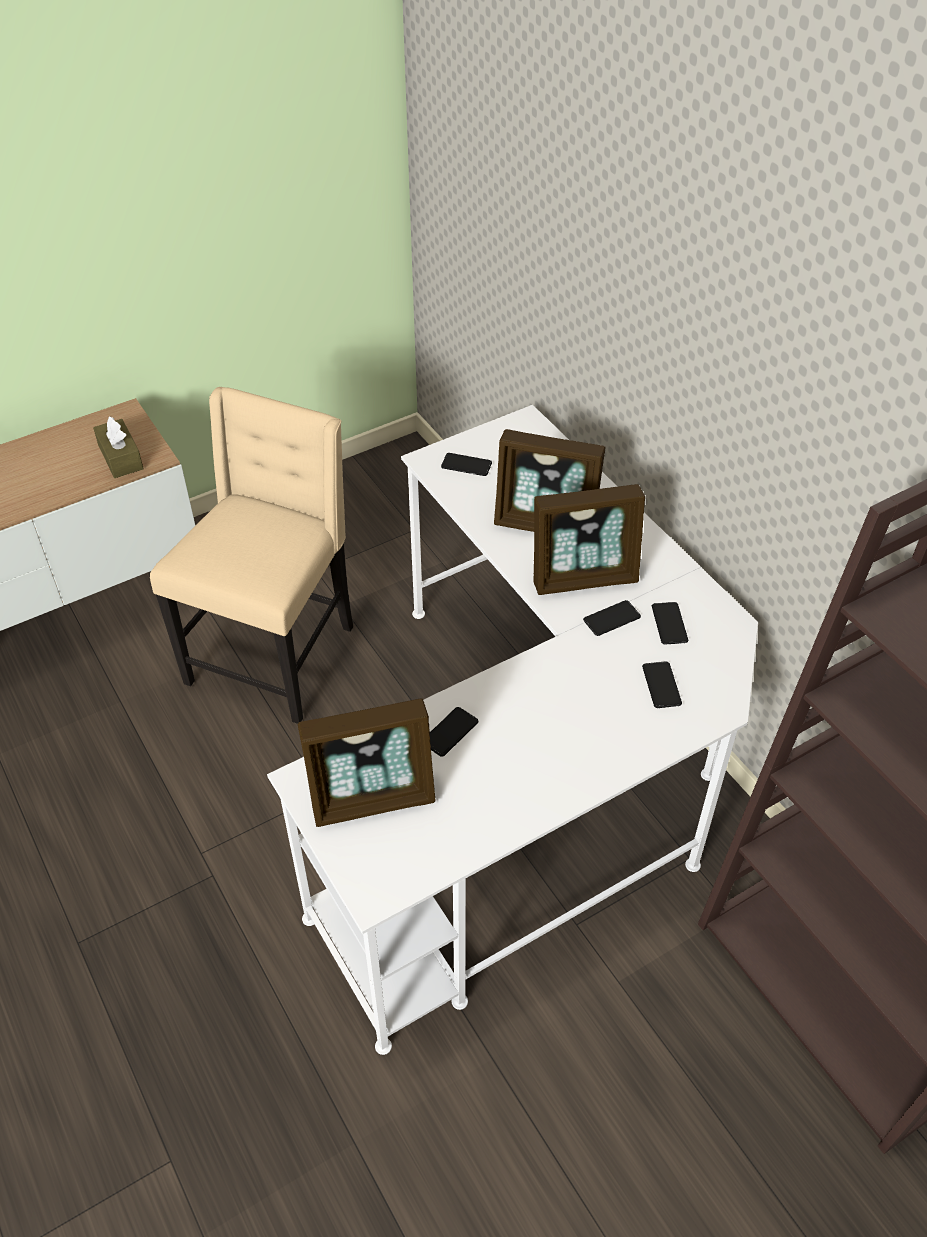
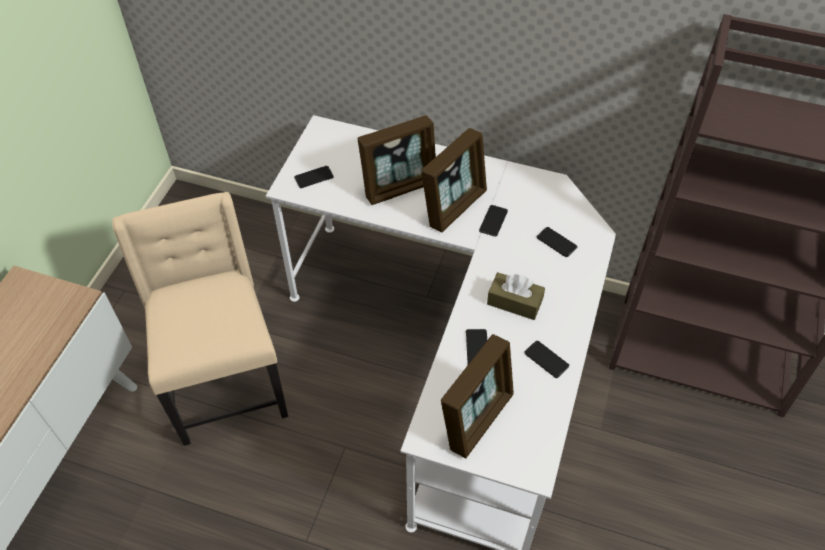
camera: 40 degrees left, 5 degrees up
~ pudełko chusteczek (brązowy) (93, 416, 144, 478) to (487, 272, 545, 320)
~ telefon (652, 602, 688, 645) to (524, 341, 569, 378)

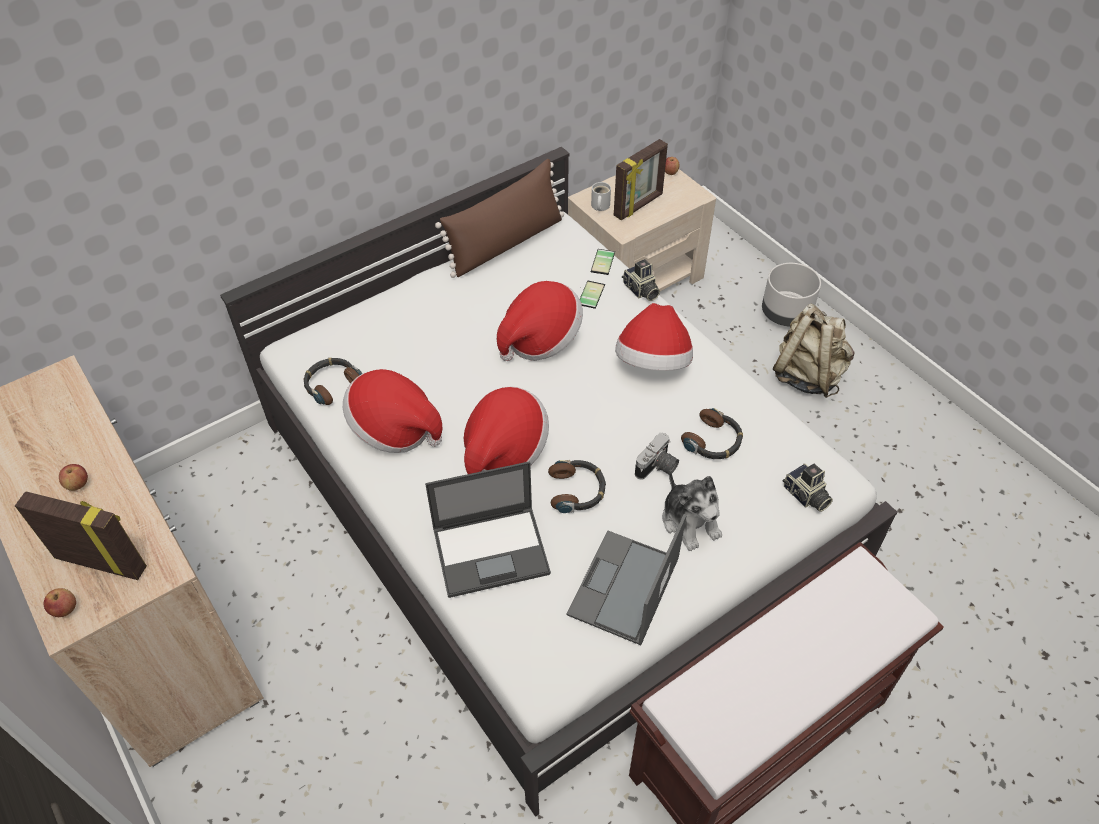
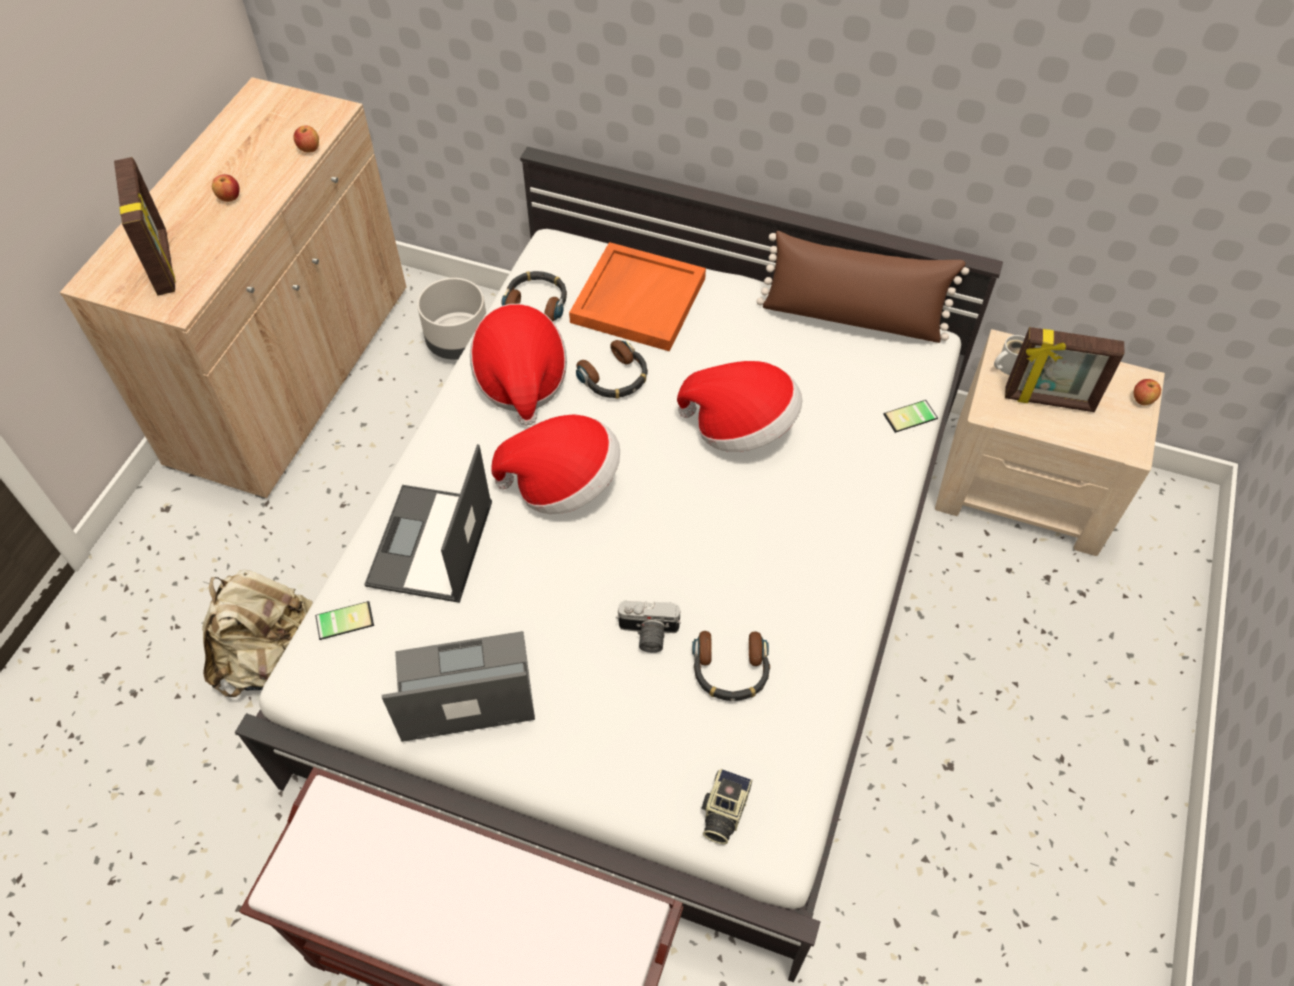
camera: 55 degrees right, 5 degrees up
~ plecak (beżowy) (773, 304, 855, 398) to (202, 570, 313, 697)
~ jabłko (44, 588, 76, 617) to (294, 125, 319, 153)
~ telefon (580, 281, 605, 309) to (315, 601, 374, 640)
~ laptop (425, 461, 551, 598) = (364, 444, 492, 603) 60 degrees clockwise
~ donica (szary) (762, 263, 821, 327) to (417, 278, 486, 360)
+ taca (pomarańczowy) (569, 242, 706, 351)
~ słuchawki (548, 460, 606, 513) to (576, 340, 648, 399)
- kapelusz (615, 303, 693, 371)
- aparat fotograficzny (622, 259, 660, 301)
- pluszak (662, 470, 722, 551)

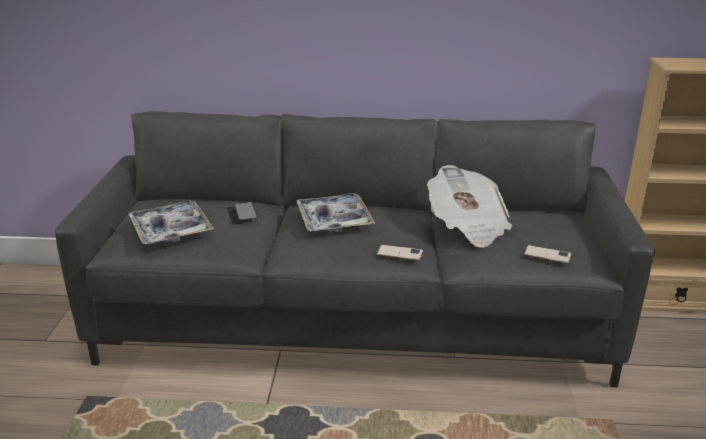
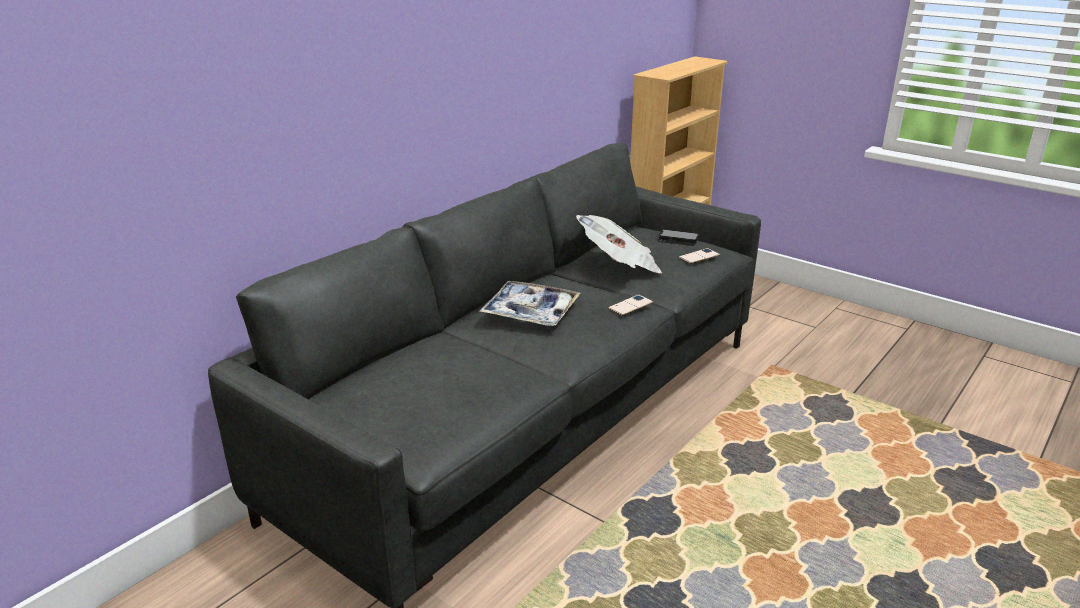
camera: 55 degrees left, 0 degrees up
~ telefon (227, 201, 258, 225) to (657, 229, 699, 246)
- taca (129, 200, 214, 245)

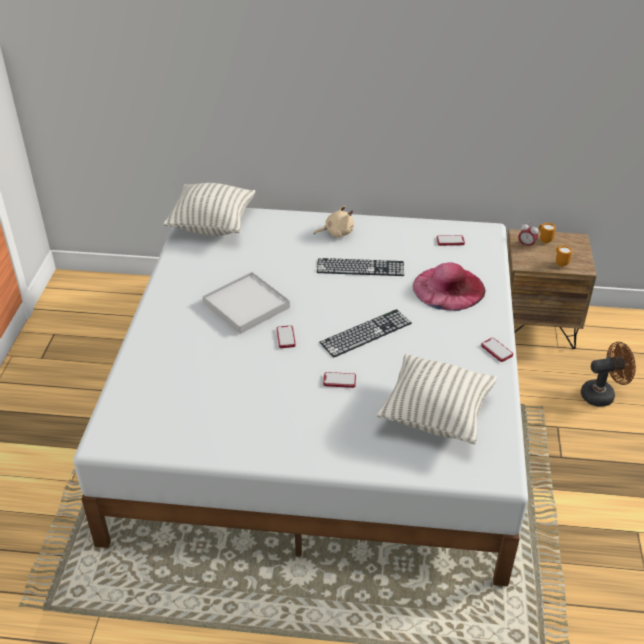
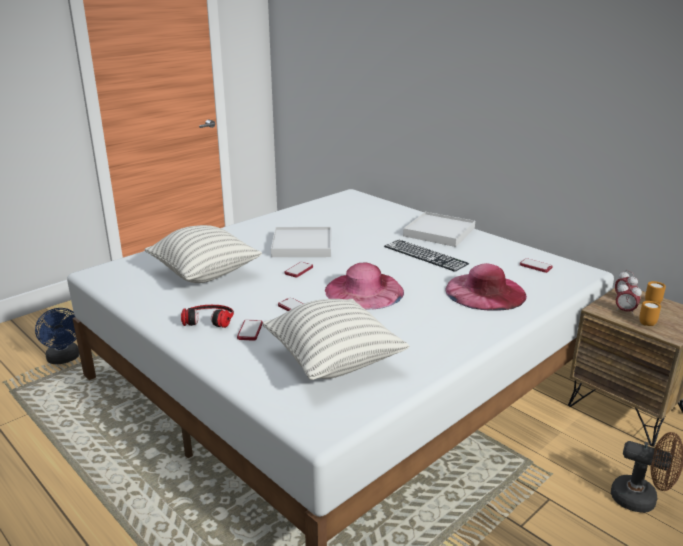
camera: 40 degrees right, 15 degrees down
+ wentylator (niebieski) (35, 308, 80, 364)
~ poduszka (164, 183, 255, 236) to (144, 225, 262, 283)
+ słuchawki (181, 305, 234, 328)
~ telefon (481, 338, 513, 362) to (237, 320, 263, 341)
~ klawiatura (319, 309, 412, 357) to kapelusz (różowy) (325, 263, 404, 310)
~ pluszak (beżowy) (314, 206, 354, 238) to taca (biały) (403, 212, 475, 247)
+ budzik (616, 282, 642, 315)

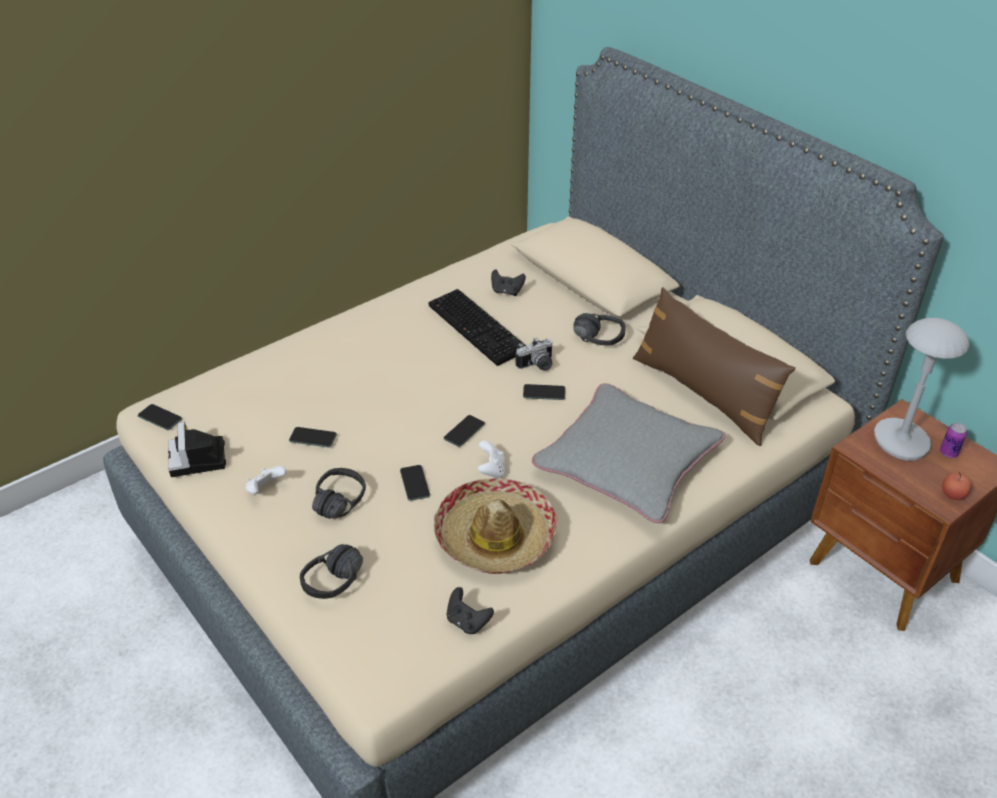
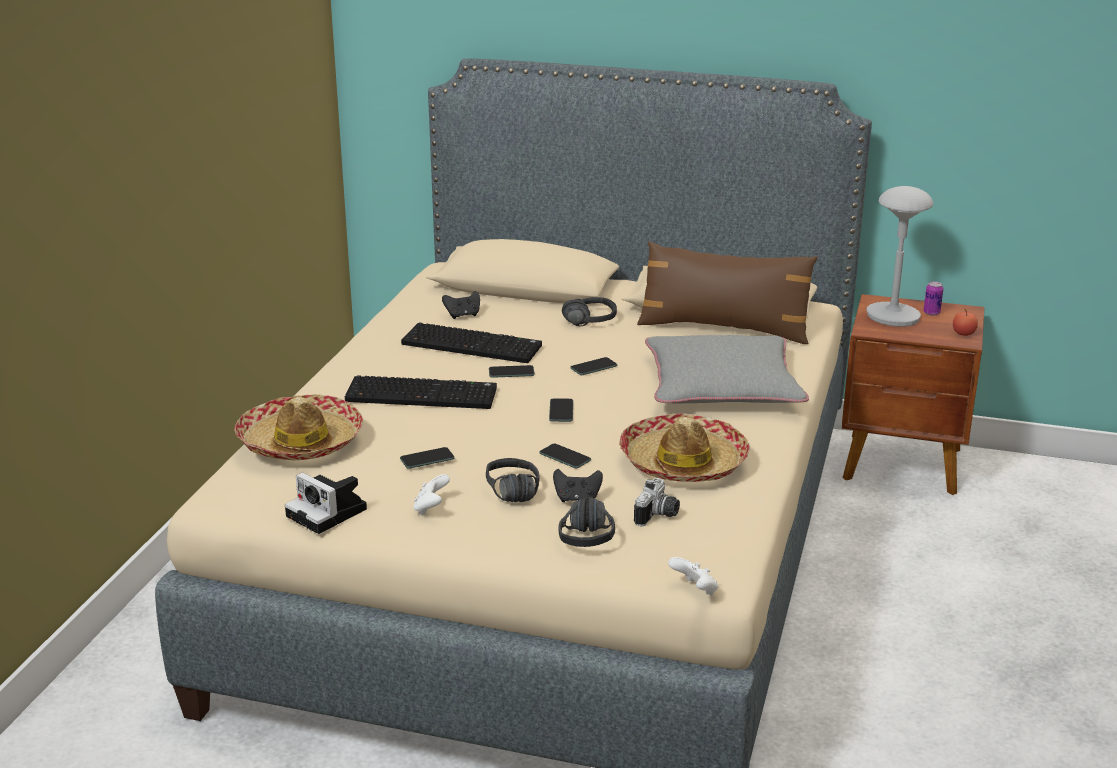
camera: 35 degrees left, 15 degrees down
+ kapelusz (234, 394, 363, 460)
+ klawiatura (345, 375, 497, 409)
~ telefon (138, 404, 182, 430) to (489, 365, 535, 378)
~ pad do gier (czarny) (447, 587, 494, 634) to (553, 469, 603, 502)
~ aparat fotograficzny (515, 338, 553, 371) to (634, 478, 680, 526)
~ pad do gier (biały) (478, 440, 505, 478) to (668, 557, 718, 595)

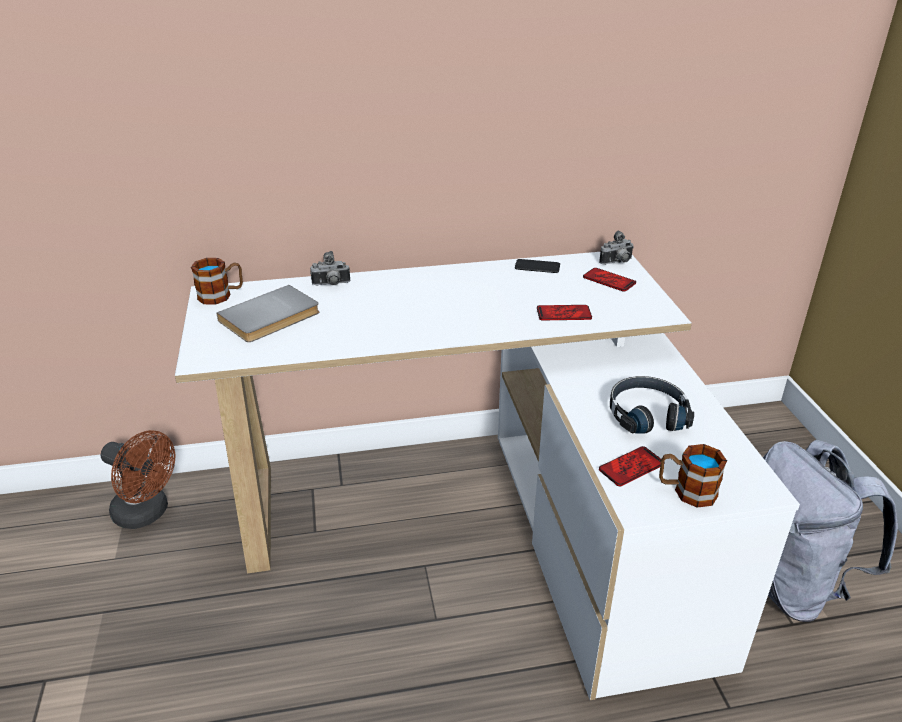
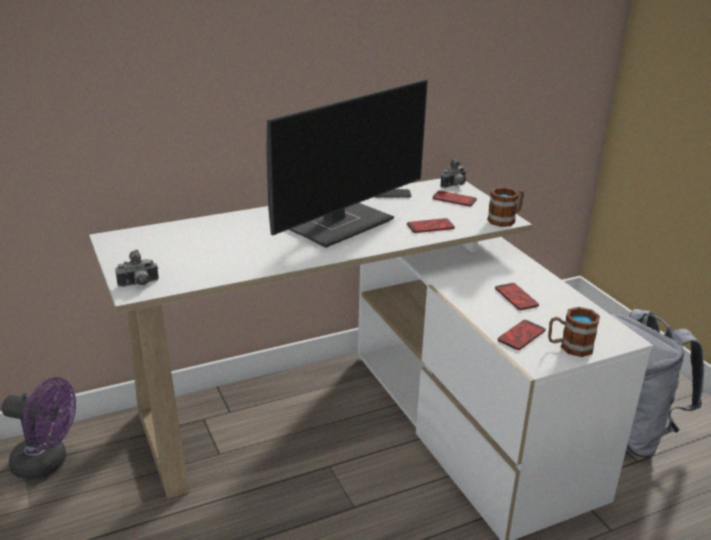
camera: 15 degrees left, 5 degrees down
~ wentylator (brązowy) (101, 430, 175, 529) to wentylator (fioletowy) (2, 377, 76, 479)
~ aparat fotograficzny (310, 251, 350, 285) to (116, 250, 159, 287)
+ monitor (266, 79, 428, 248)
~ kubek (191, 258, 243, 305) to (487, 187, 524, 227)
~ słuchawki (czarny) (610, 376, 694, 434) to telefon (495, 283, 539, 310)
- książka (szary) (217, 285, 320, 342)

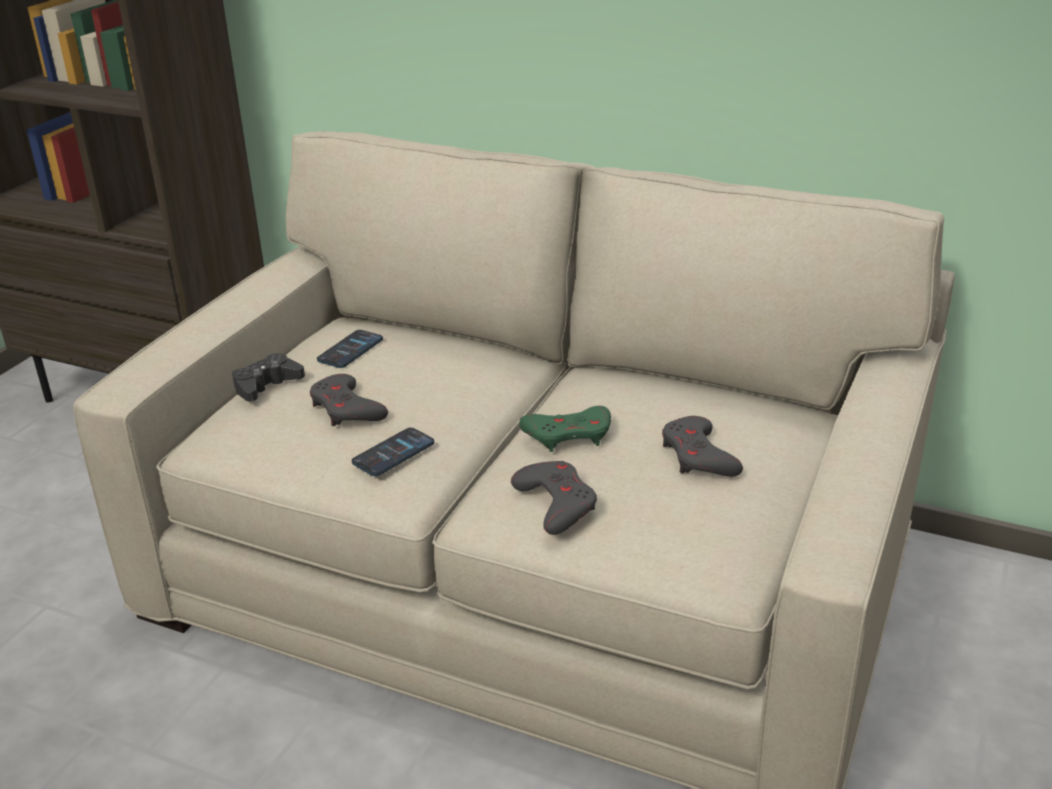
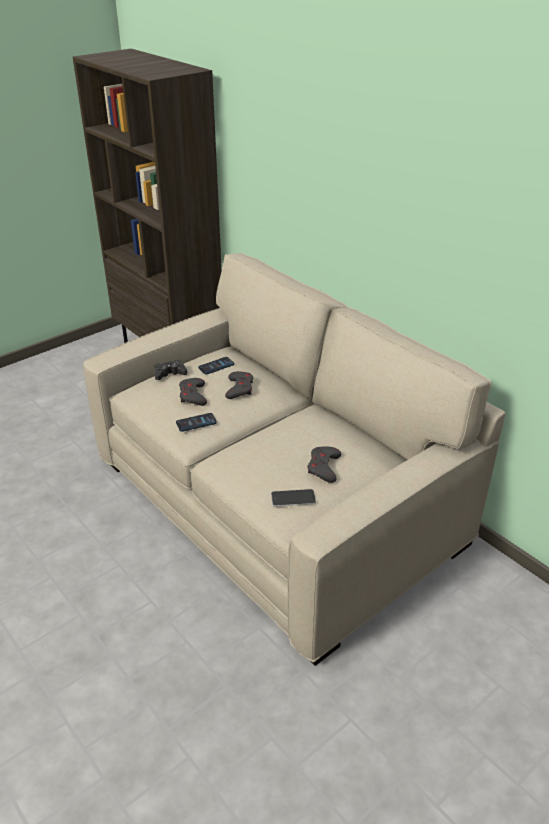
camera: 25 degrees right, 5 degrees up
~ pad do gier (szary) (511, 461, 597, 535) to (225, 371, 253, 399)
+ telefon (271, 489, 316, 507)
- pad do gier (zielony) (519, 406, 611, 452)

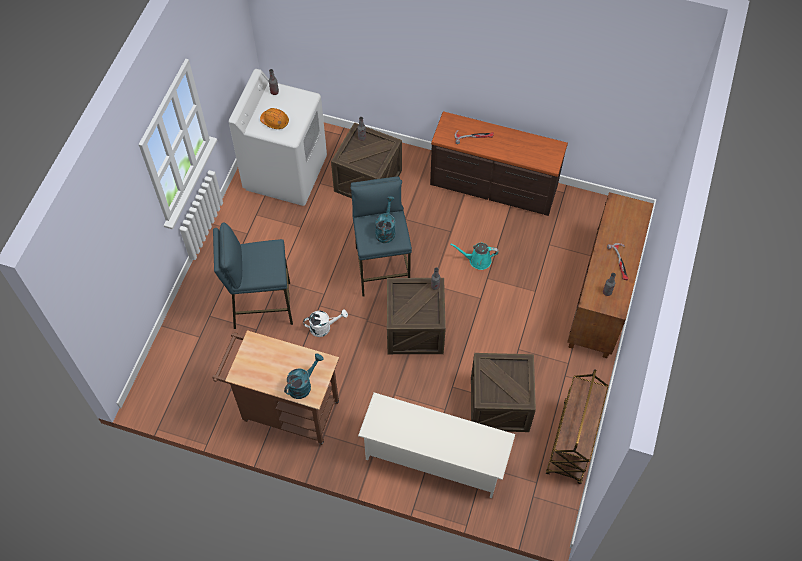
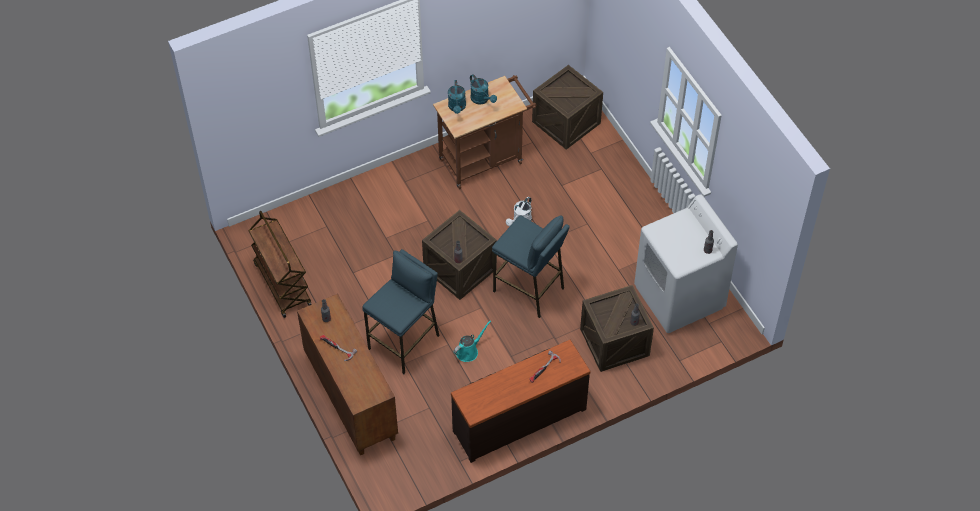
camera: 135 degrees right, 5 degrees down
~ stołek (niebieski) (213, 222, 293, 329) to (362, 249, 440, 374)
~ konewka (turkusowy) (375, 196, 395, 243) to (470, 74, 497, 105)
~ skrzynka (471, 353, 536, 432) to (532, 65, 603, 150)
- kask (pomarańczowy) (260, 108, 289, 129)
- regał na buty (biały) (358, 393, 515, 498)

